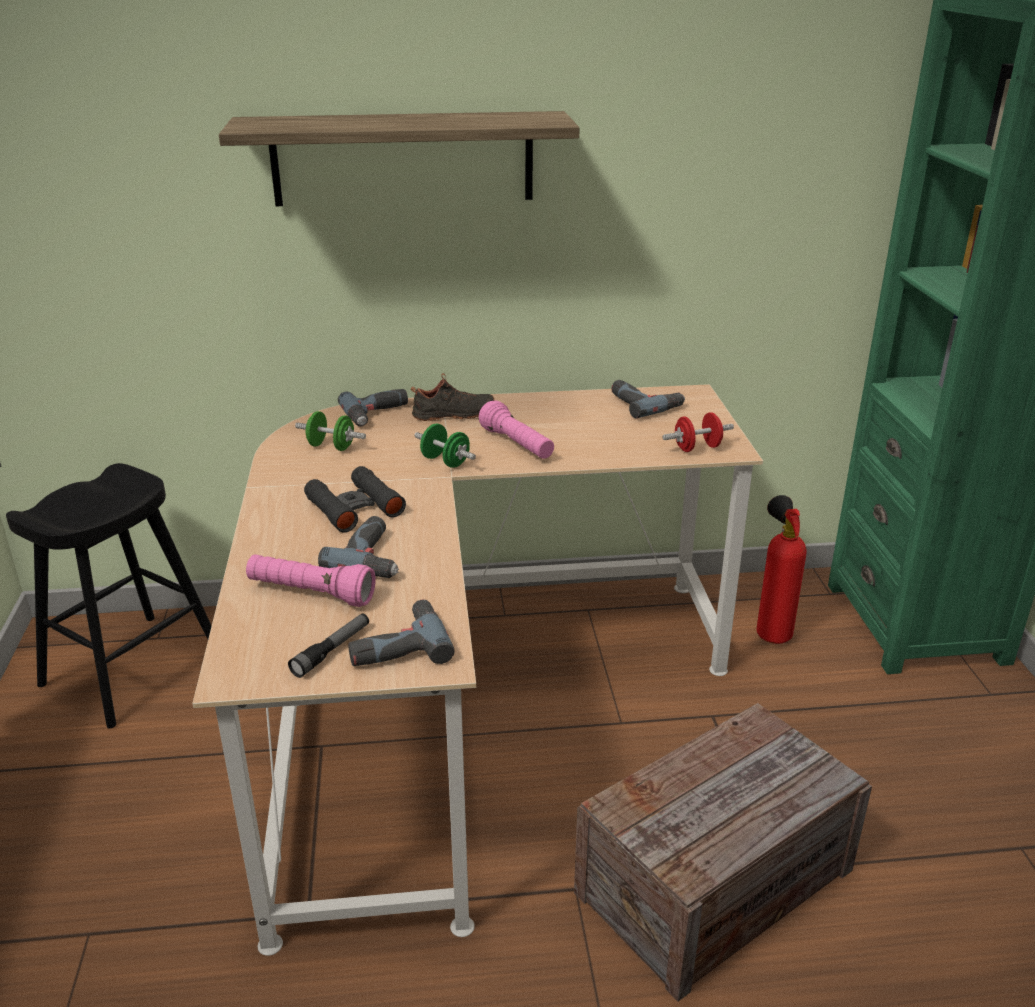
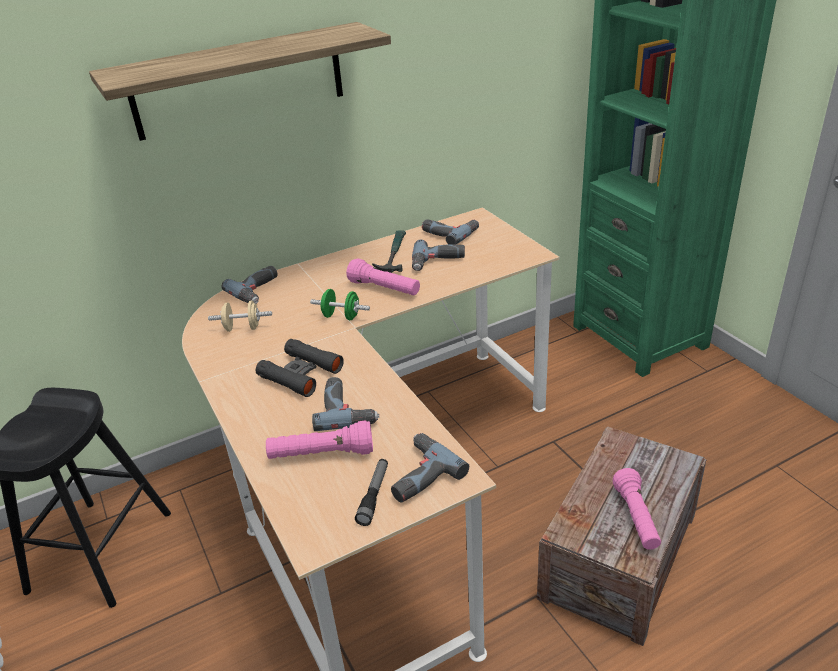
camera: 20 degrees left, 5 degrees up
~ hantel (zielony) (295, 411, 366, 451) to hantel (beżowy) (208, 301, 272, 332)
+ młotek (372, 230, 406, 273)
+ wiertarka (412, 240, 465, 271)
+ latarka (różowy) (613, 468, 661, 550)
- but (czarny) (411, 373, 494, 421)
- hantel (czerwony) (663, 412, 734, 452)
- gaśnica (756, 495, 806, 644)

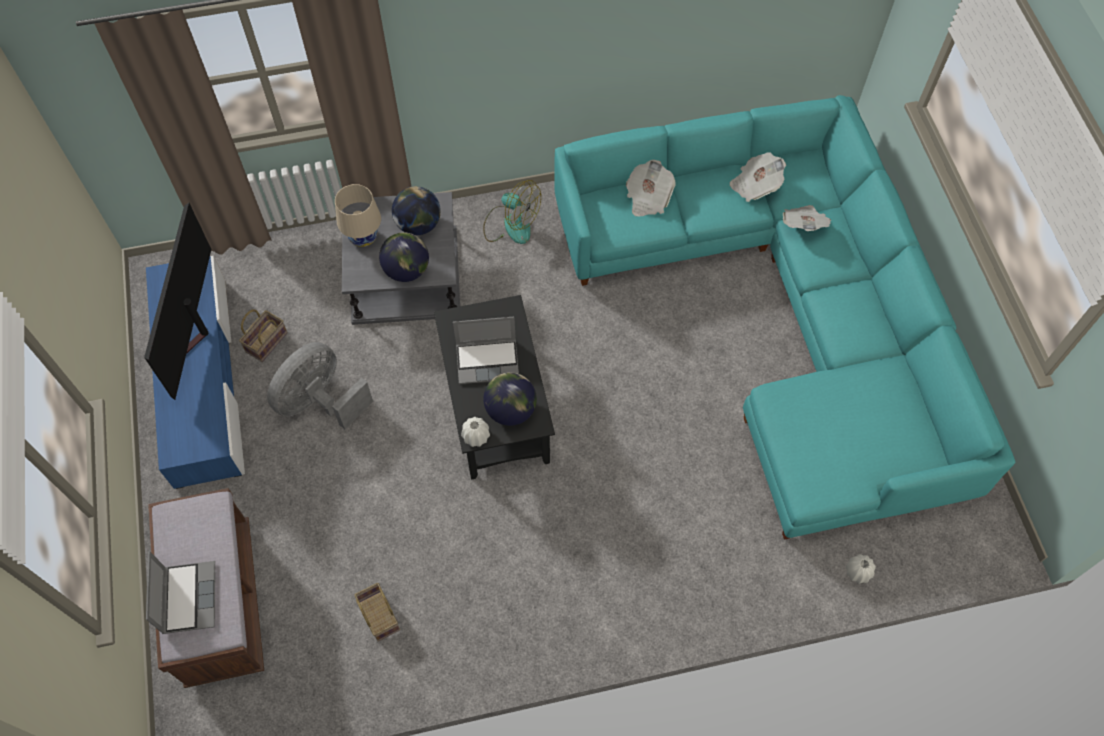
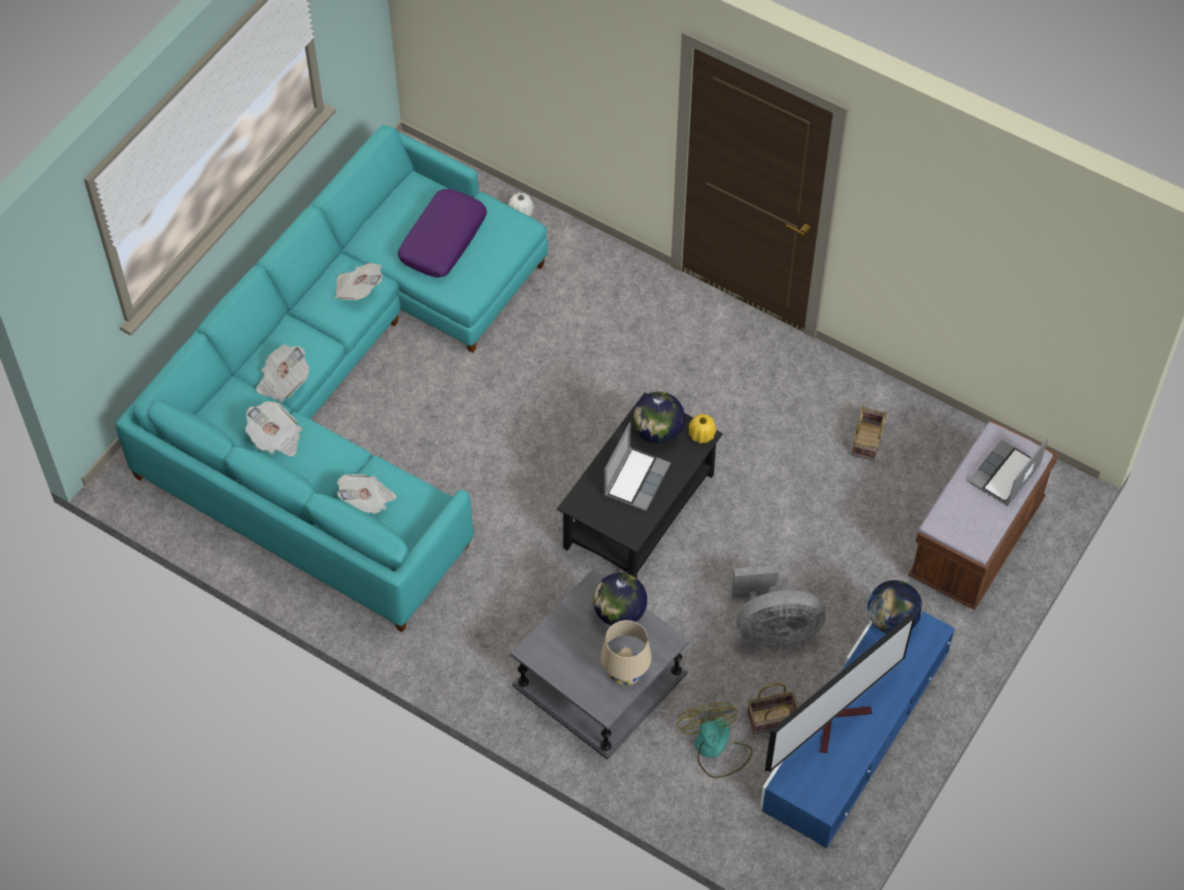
camera: 135 degrees left, 5 degrees down
+ gazeta (335, 263, 382, 300)
+ poduszka (fioletowy) (398, 189, 487, 278)
~ laptop (453, 317, 519, 384) = (604, 422, 671, 511) 75 degrees clockwise
~ wentylator (483, 180, 541, 244) to (677, 702, 753, 778)
~ wazon (biały) (461, 417, 490, 447) to wazon (żółty) (689, 414, 716, 443)
~ globus (392, 186, 441, 235) to (868, 580, 923, 633)

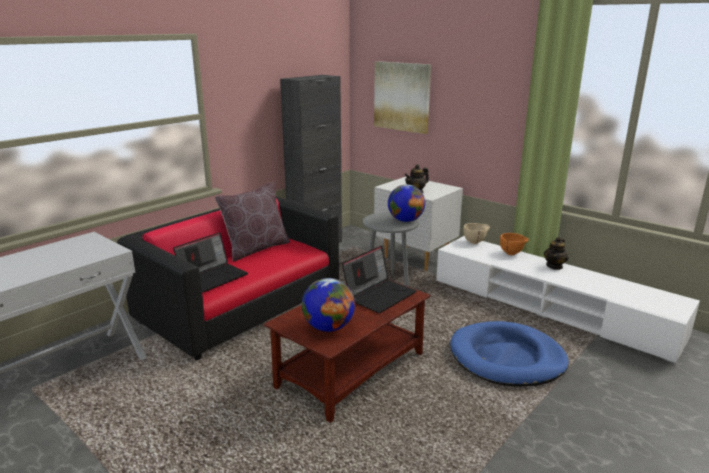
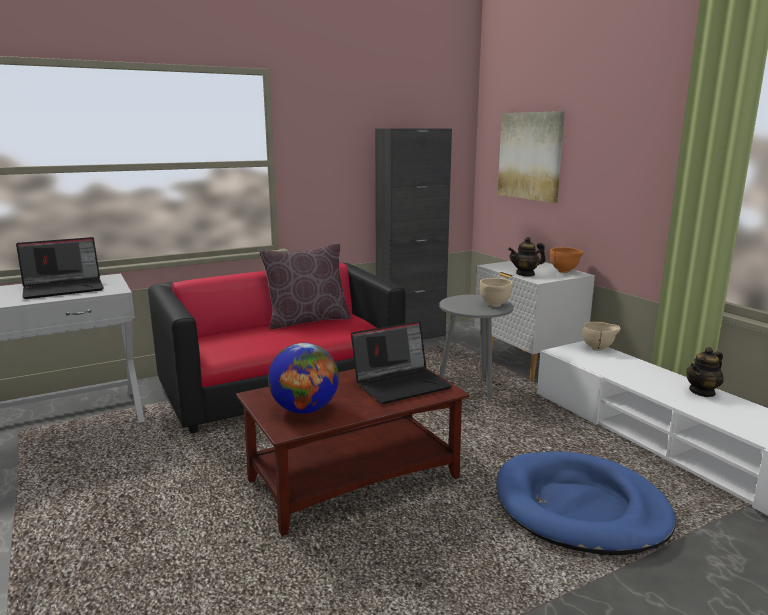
camera: 20 degrees right, 5 degrees down
~ laptop (173, 232, 248, 292) to (16, 237, 104, 299)
~ globus (388, 184, 425, 222) to miska (beżowy) (480, 278, 513, 307)
~ miska (pomarańczowy) (500, 233, 528, 255) to (550, 247, 584, 273)

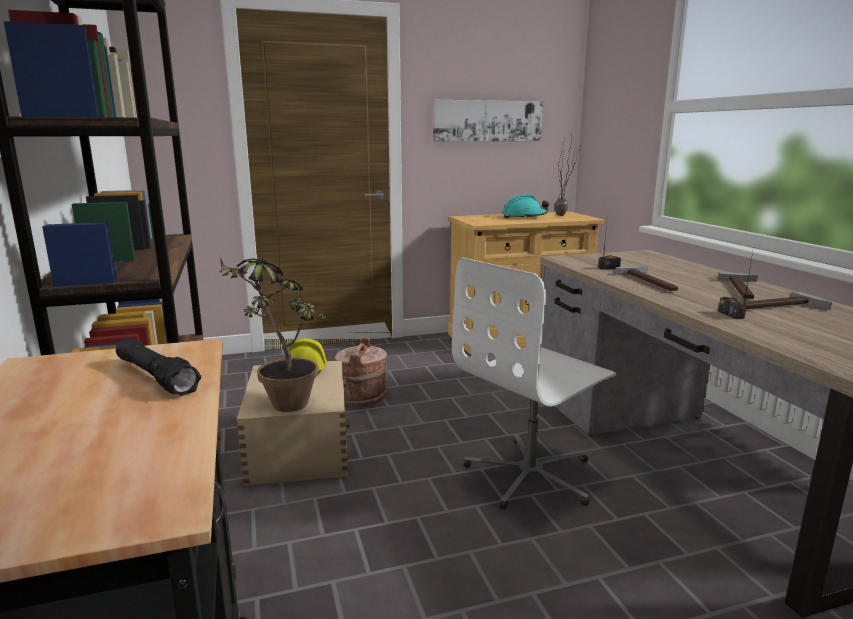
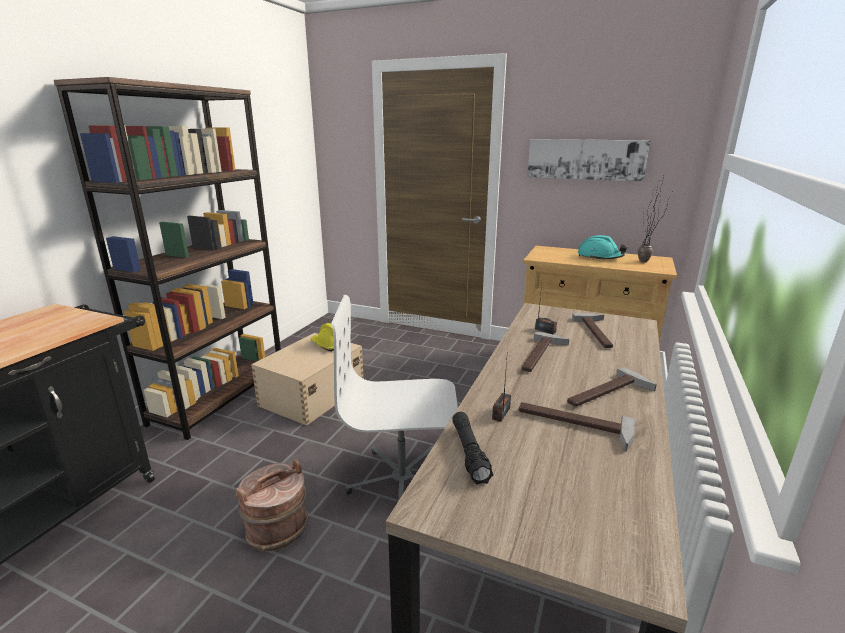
camera: 40 degrees right, 5 degrees up
~ wiadro (brązowy) (335, 337, 388, 407) to (236, 459, 309, 551)
~ latarka (czarny) (116, 338, 201, 396) to (452, 412, 493, 485)
+ młotek (572, 313, 613, 348)
- roślina doniczkowa (219, 257, 328, 412)

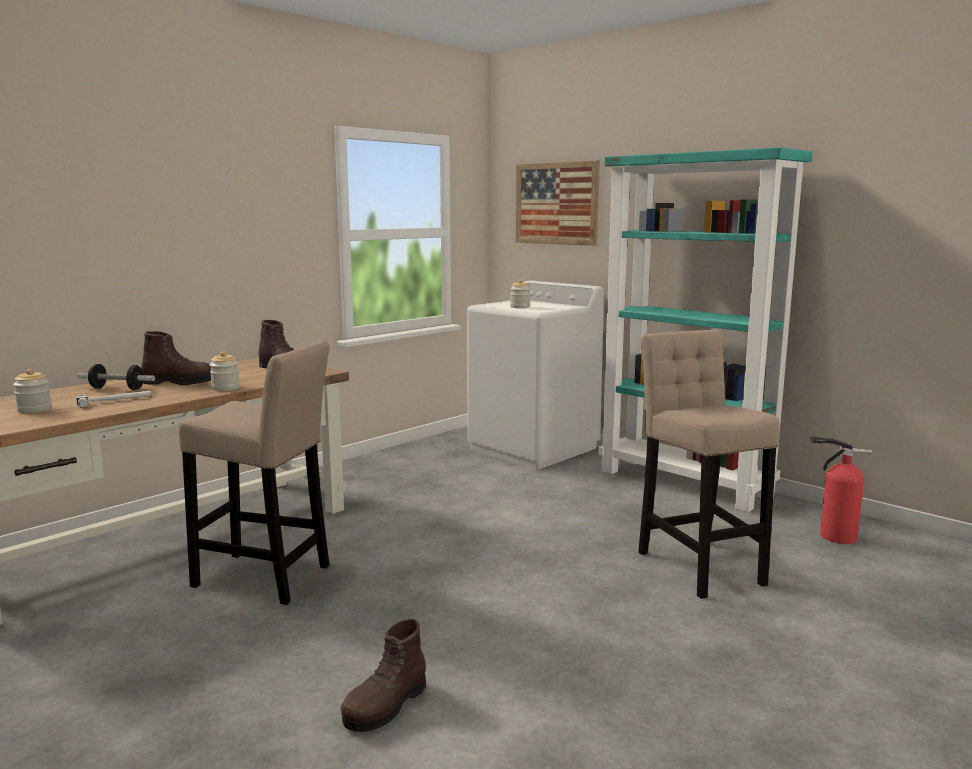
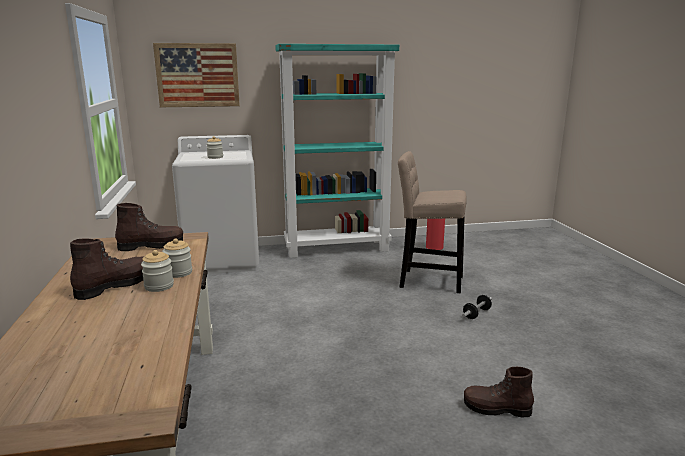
camera: 55 degrees left, 5 degrees up
~ słoik (13, 369, 52, 413) to (141, 250, 174, 292)
~ hantel (78, 364, 155, 390) to (462, 295, 492, 319)
~ but z cholewką (brązowy) (341, 619, 426, 732) = (464, 367, 534, 418) 120 degrees clockwise
- młotek (76, 391, 152, 408)
- stołek (beżowy) (179, 340, 330, 605)

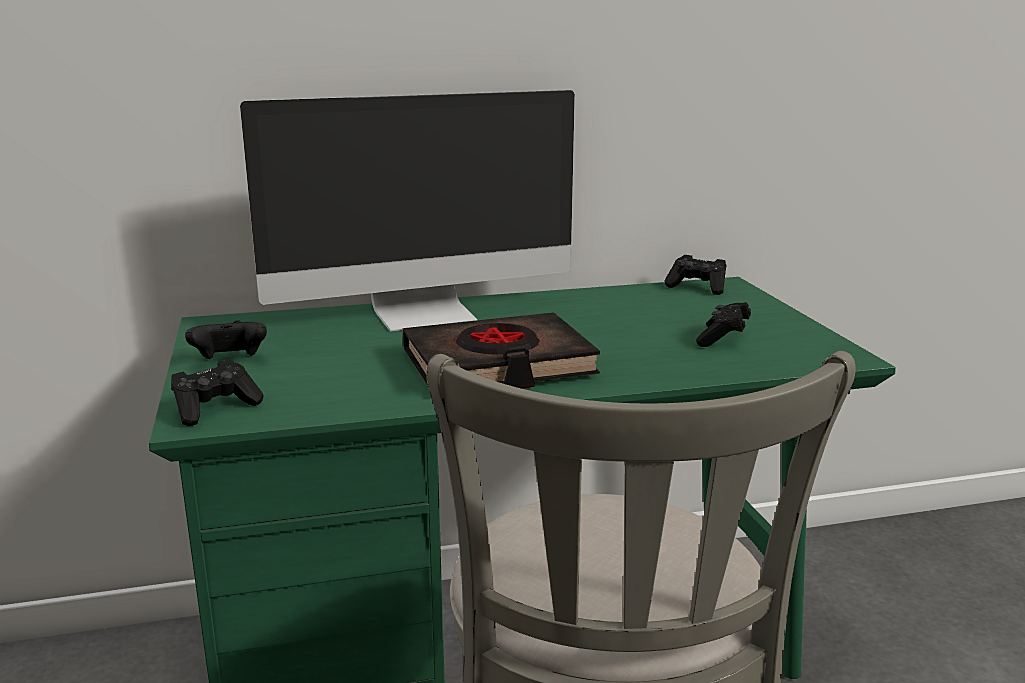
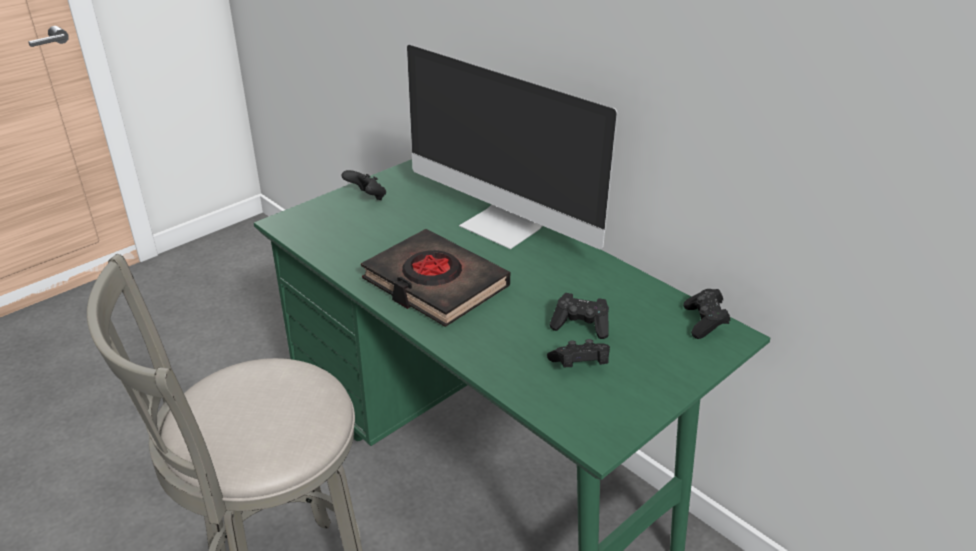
camera: 60 degrees right, 15 degrees up
~ pad do gier (czarny) (171, 359, 263, 426) to (550, 293, 609, 339)

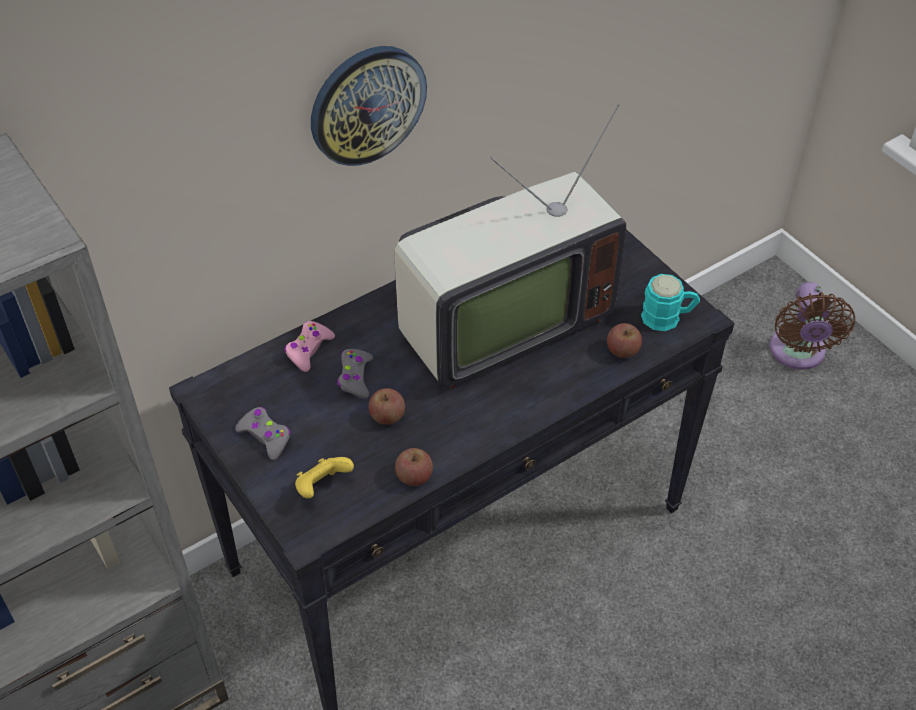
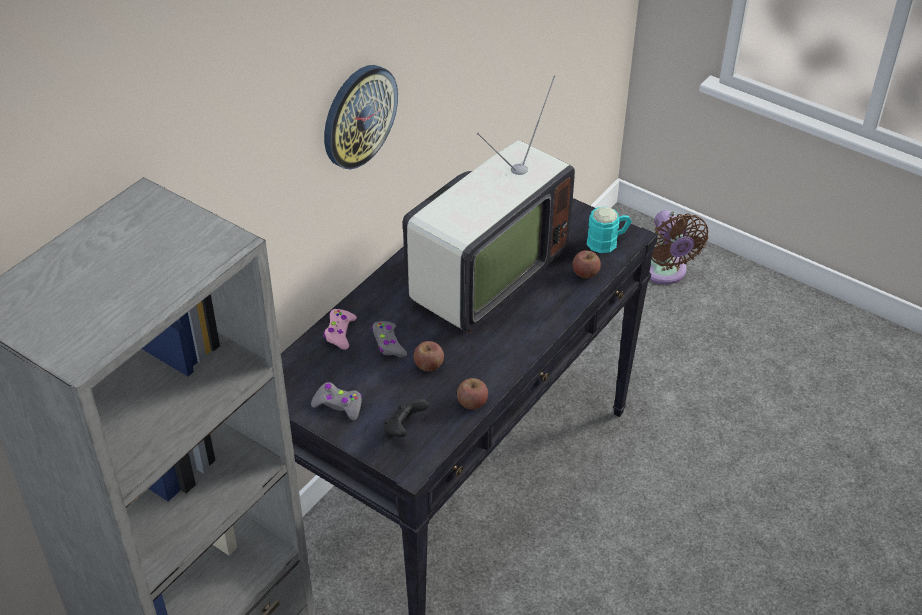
camera: 20 degrees left, 5 degrees down
~ pad do gier (żółty) (295, 457, 354, 499) to pad do gier (czarny) (384, 399, 428, 437)

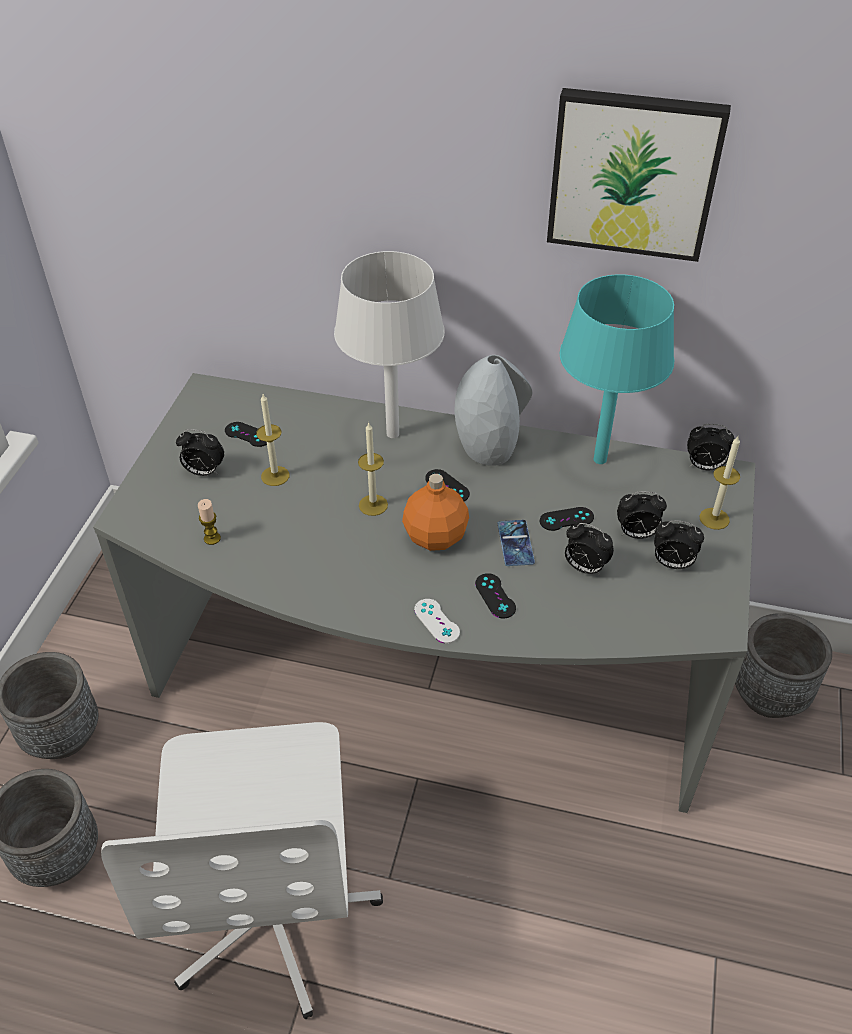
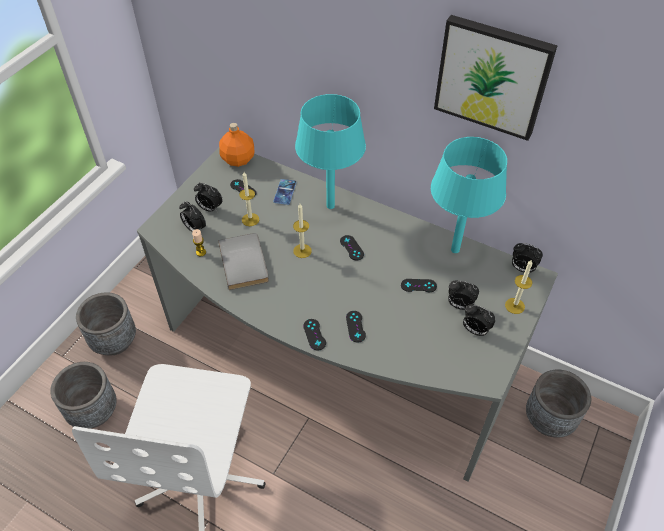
camera: 15 degrees right, 5 degrees up
~ budzik (565, 523, 614, 575) to (179, 201, 206, 232)
+ książka (szary) (218, 233, 269, 290)
~ butelka (pomarańczowy) (402, 474, 469, 551) to (219, 123, 255, 167)
~ telefon (498, 520, 535, 566) to (273, 179, 297, 205)
~ lampa stołowa (biały) (334, 251, 445, 438) to lampa stołowa (turkusowy) (295, 94, 366, 209)
~ pad do gier (biały) (414, 599, 460, 644) to pad do gier (czarny) (303, 319, 326, 351)
- wazon (szary) (454, 355, 532, 466)

